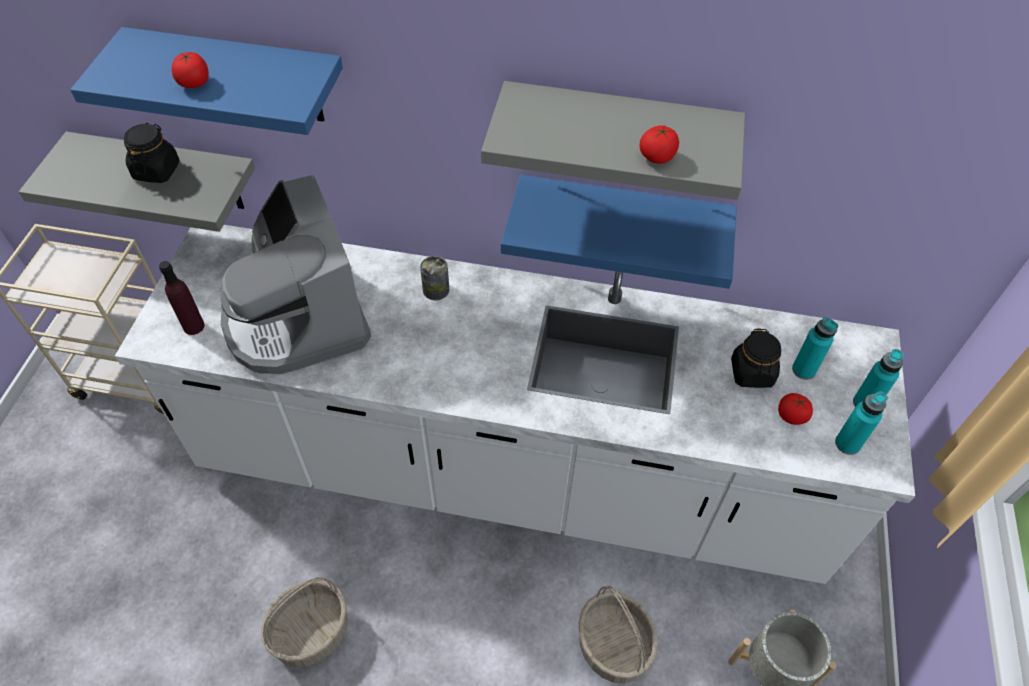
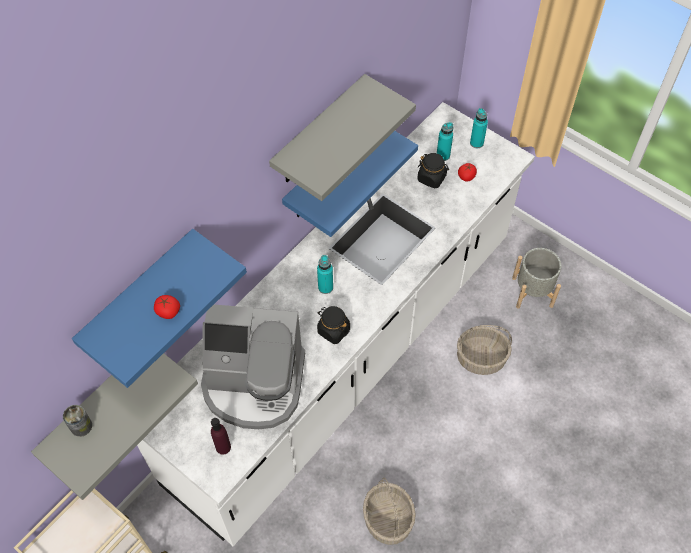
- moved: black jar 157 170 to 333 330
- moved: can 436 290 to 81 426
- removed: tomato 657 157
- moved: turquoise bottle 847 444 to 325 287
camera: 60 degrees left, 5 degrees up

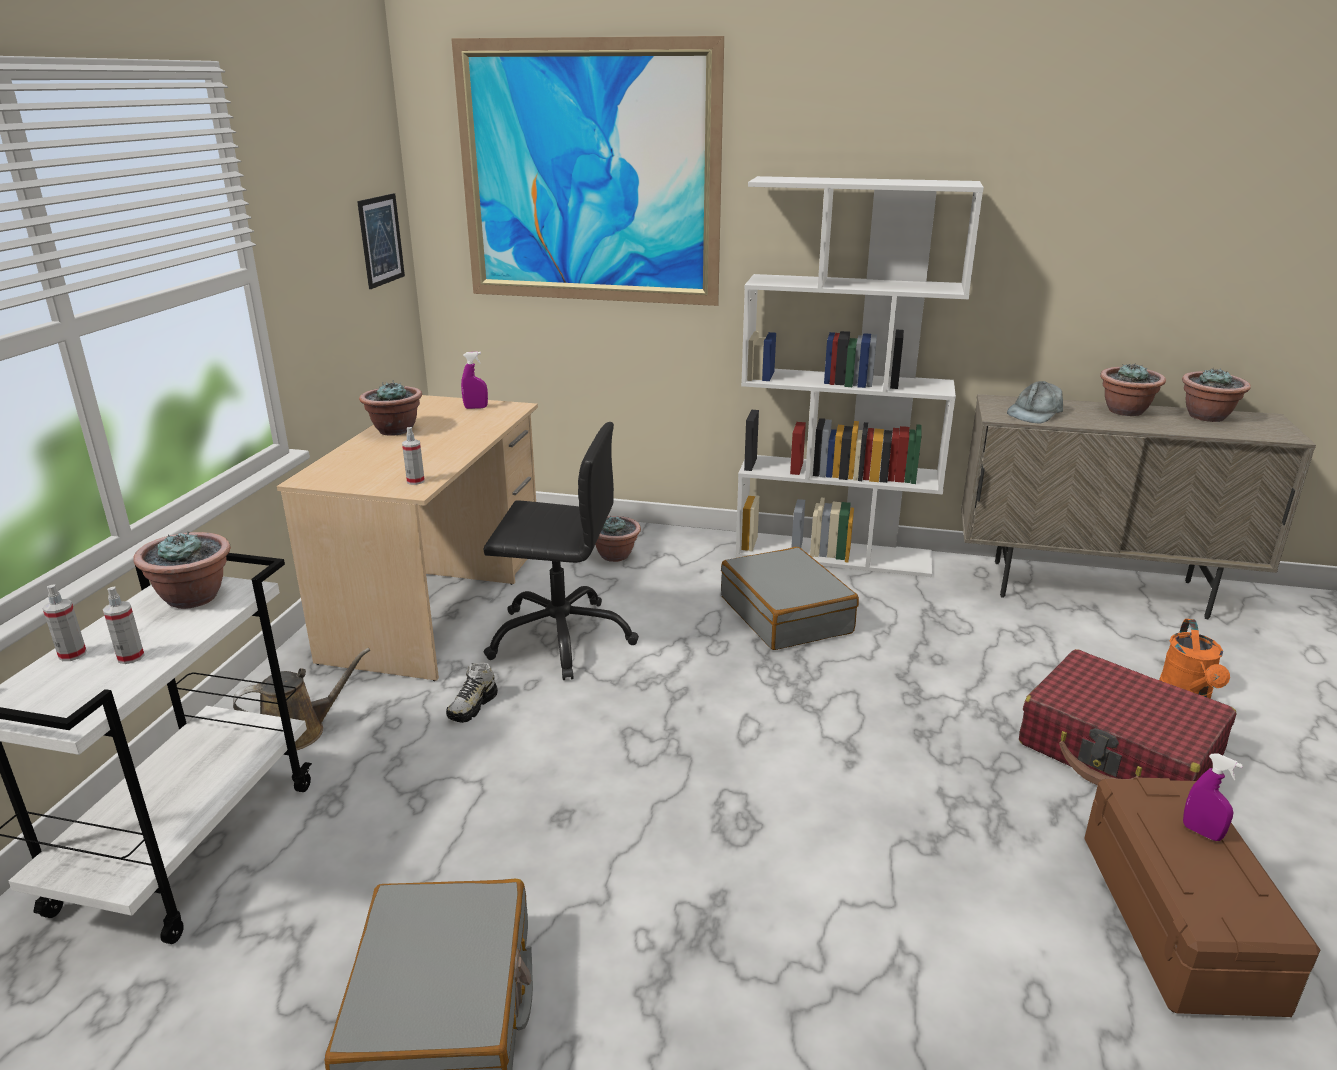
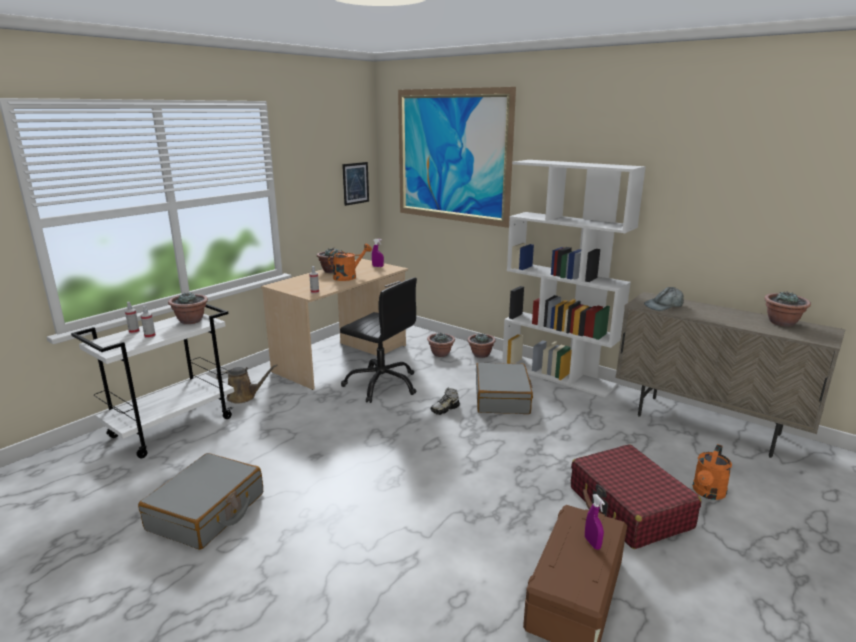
- moved: shoe 472 706 to 445 409
- moved: potted plant 1125 411 to 481 355
- added: orange watering can 348 277
camera: 25 degrees right, 5 degrees down

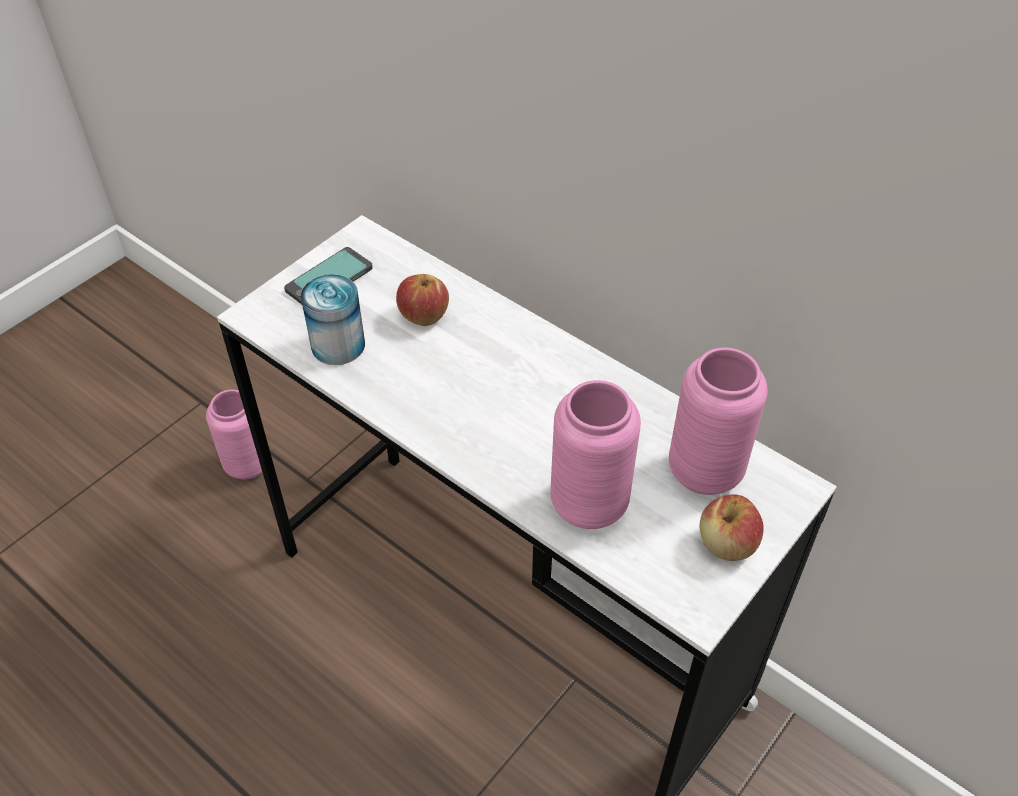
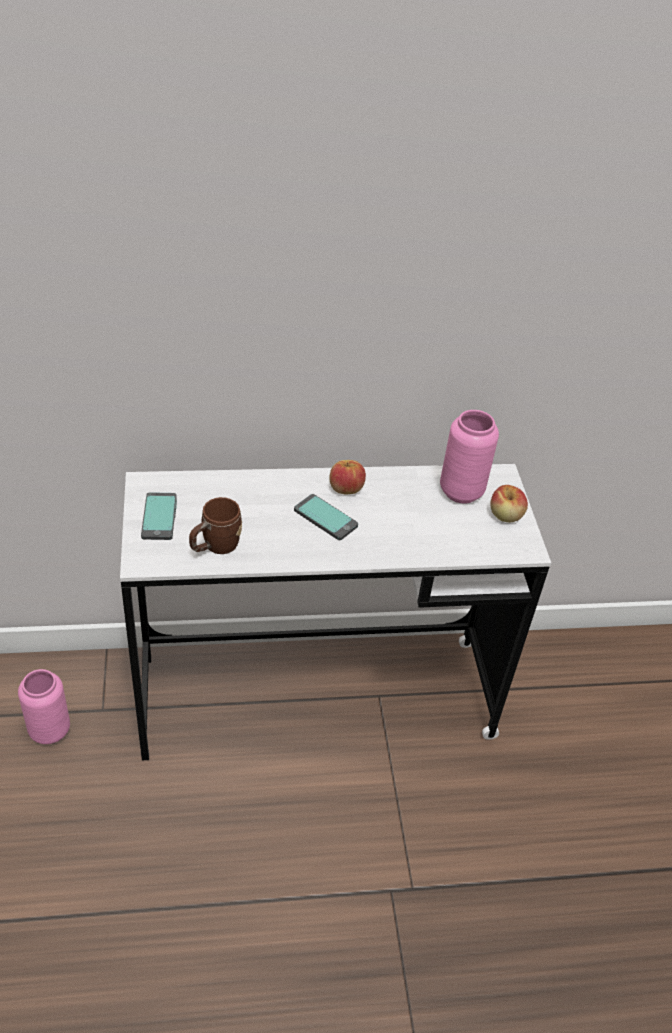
- replaced: can 338 345 to brown mug 215 547
- moved: apple 423 315 to 345 488
- removed: pink vase 589 505
- added: phone 326 518
camera: 50 degrees left, 5 degrees down

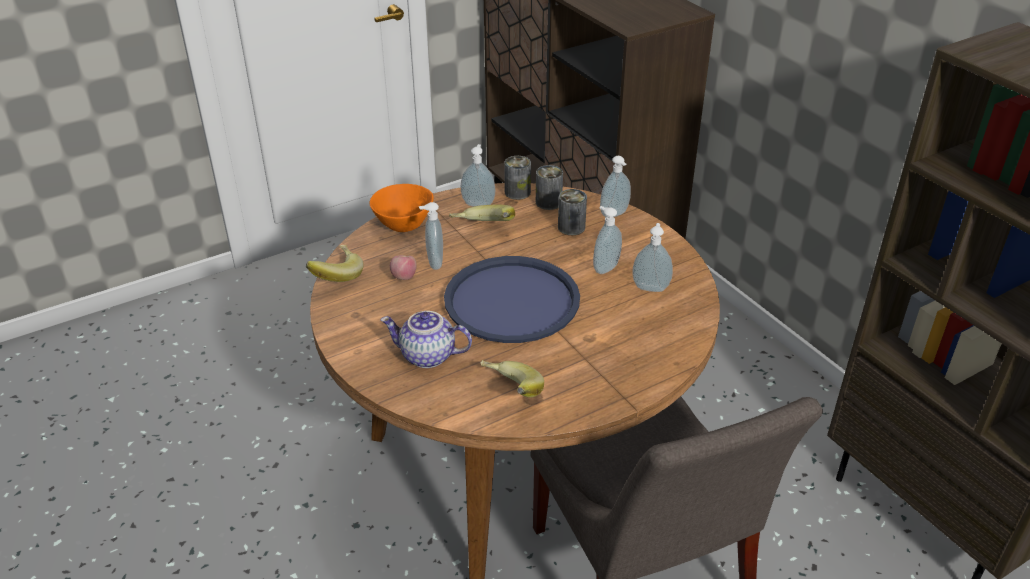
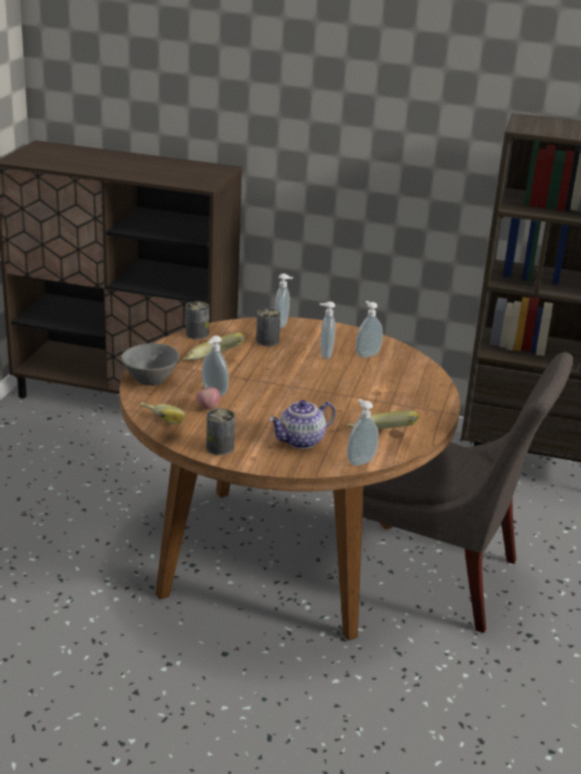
- recoloured: orange bowl 402 223 to grey bowl 149 379
- removed: blue tray 512 301
- moved: soap dispenser 478 204 to 360 461
- moved: can 548 202 to 220 447
camera: 45 degrees left, 10 degrees down

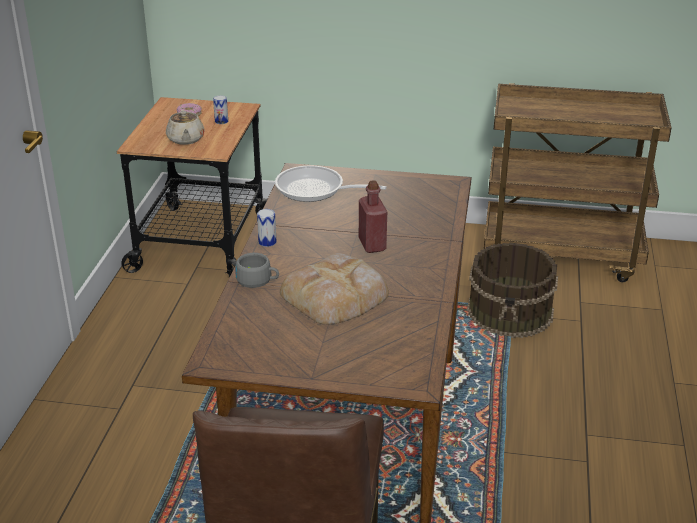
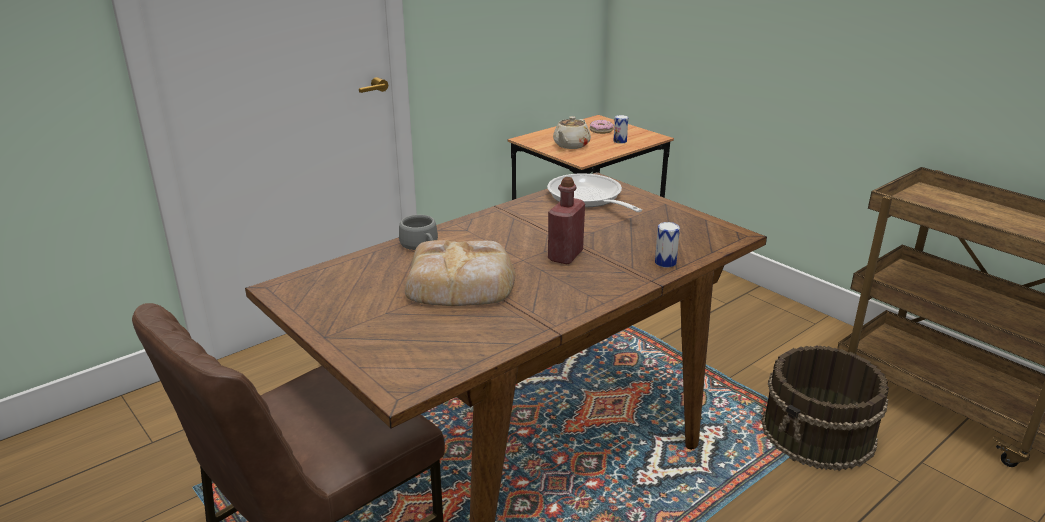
- moved: can 267 242 to 665 262
camera: 40 degrees right, 5 degrees down

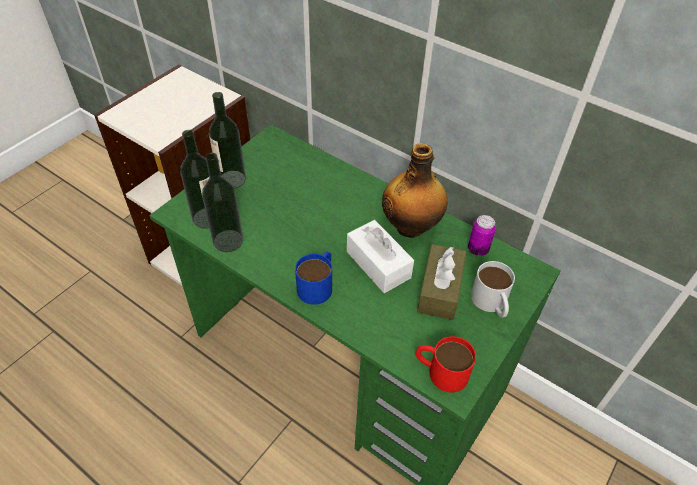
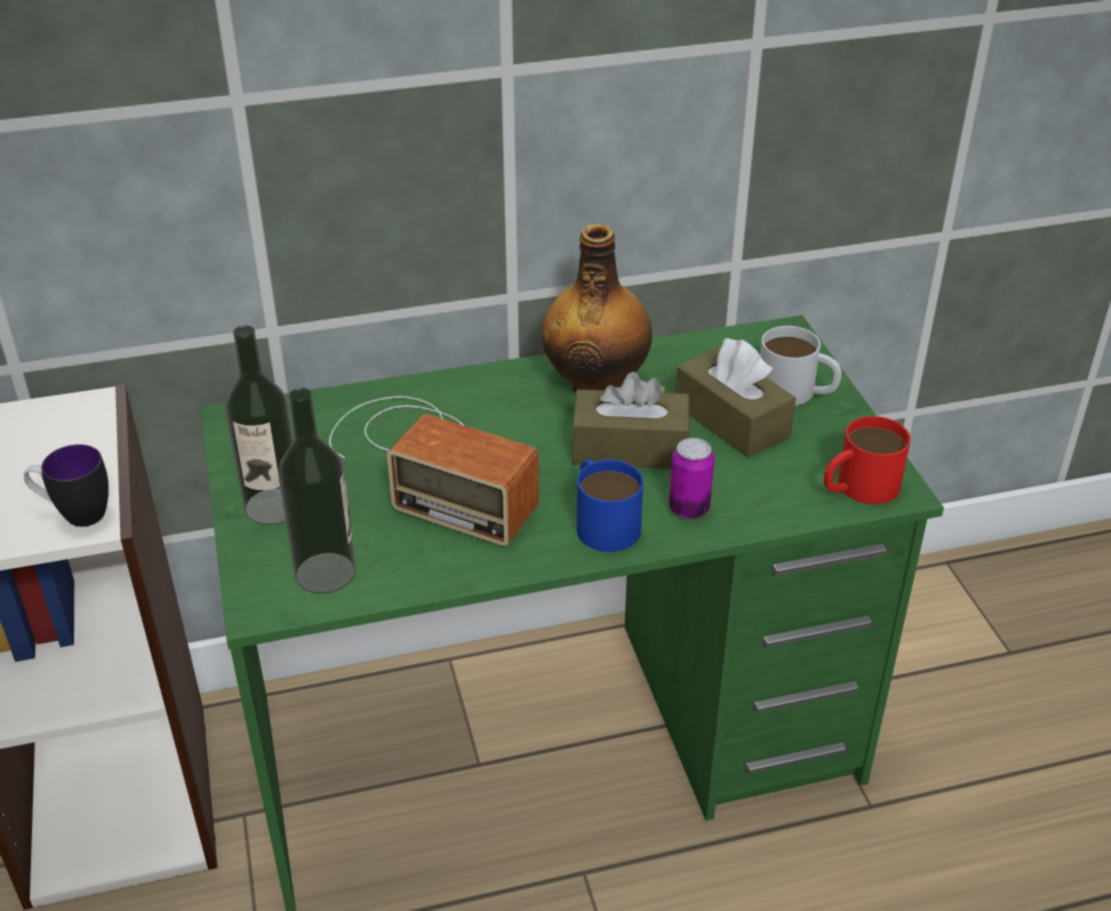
- removed: bottle 228 241
- recoloured: white tissue box 378 264 to brown tissue box 630 448
- moved: can 478 249 to 689 509
- added: mug 75 514
- added: radio 429 464
camera: 50 degrees left, 10 degrees down

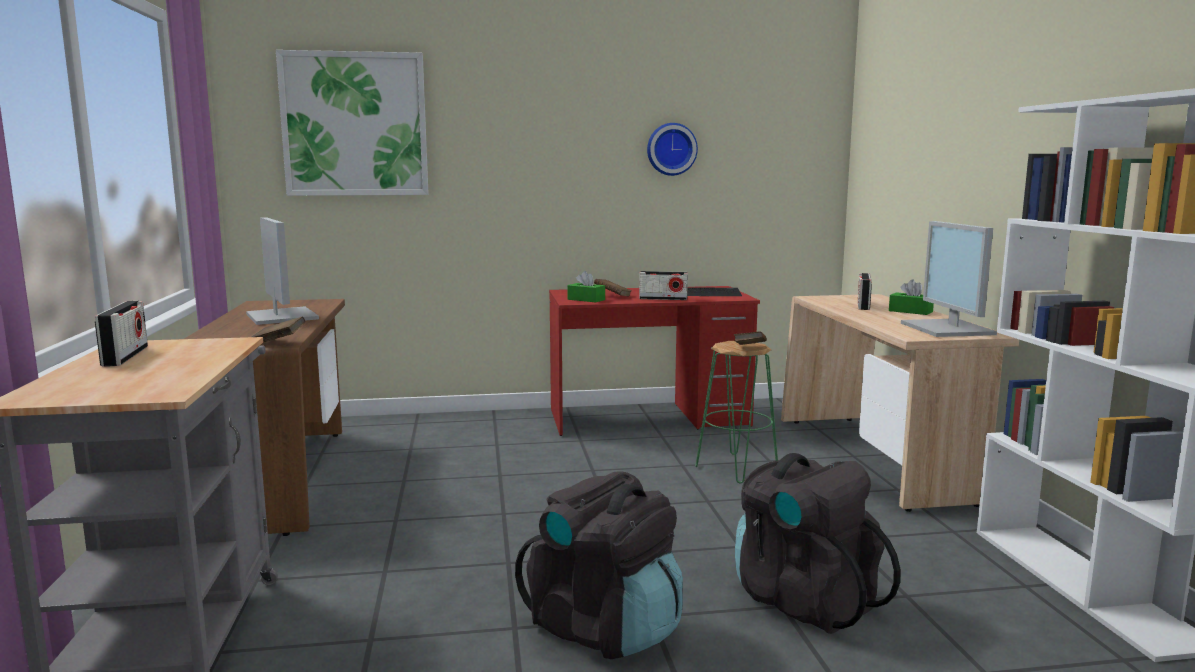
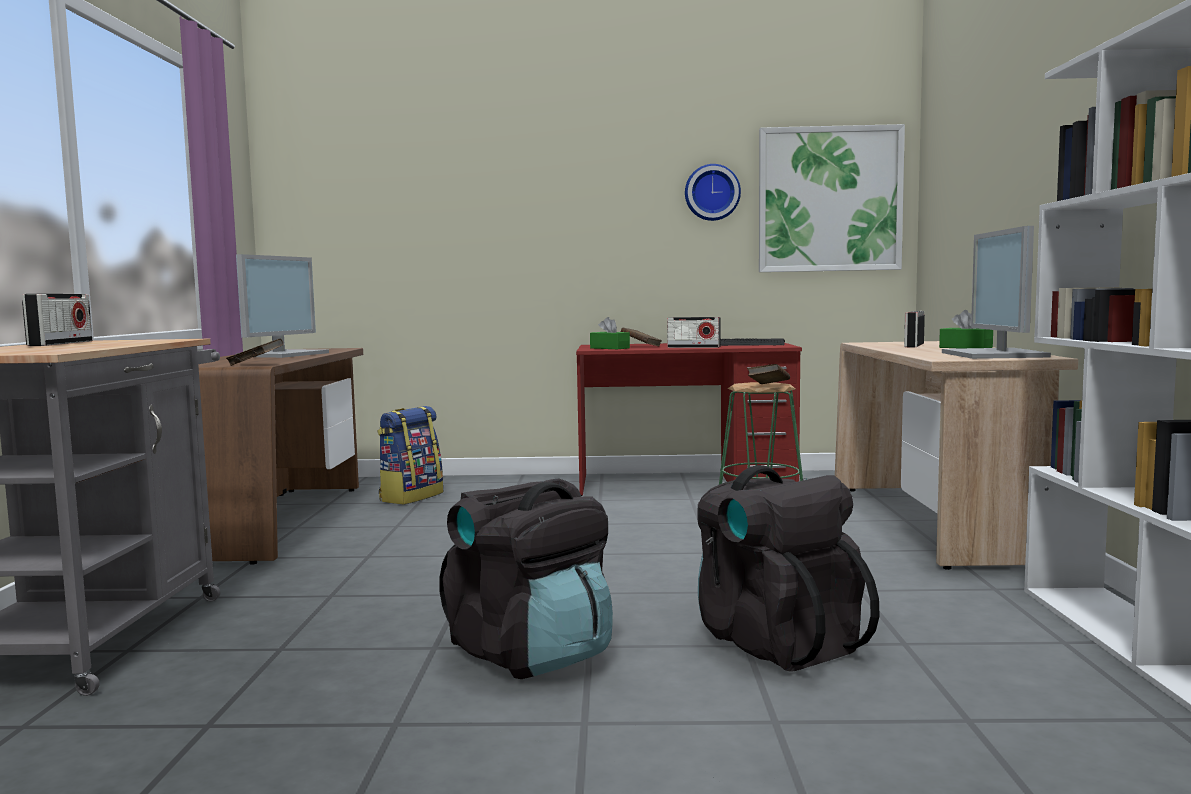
- turned: monitor 280 316 = 283 354 45 degrees clockwise
- moved: picture 355 124 to 829 199
- added: backpack 411 497
camera: 10 degrees right, 5 degrees down

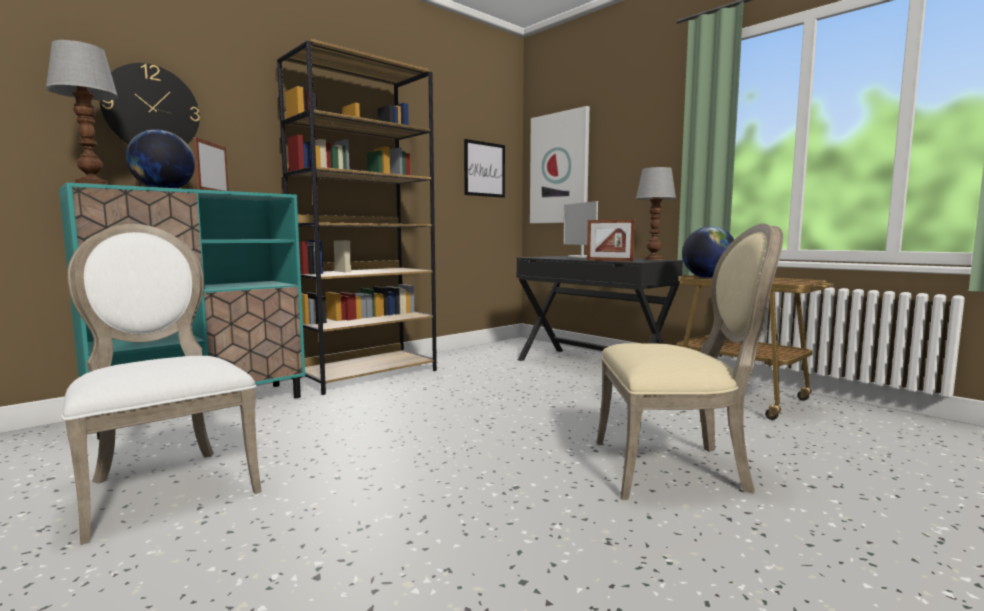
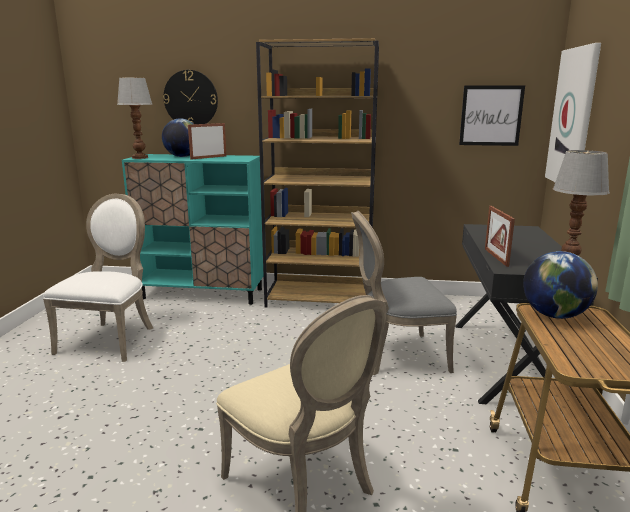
- removed: monitor 581 257
- added: grey chair 397 356
camera: 50 degrees right, 10 degrees up

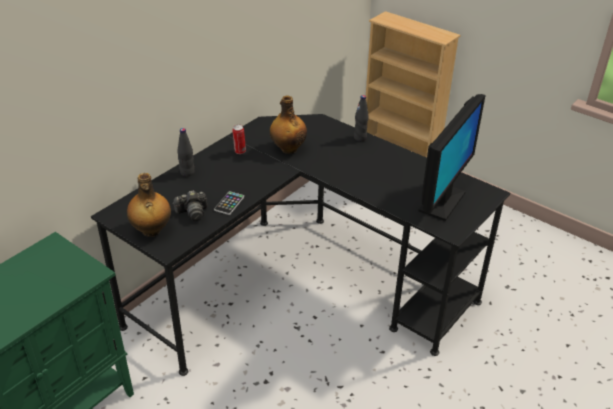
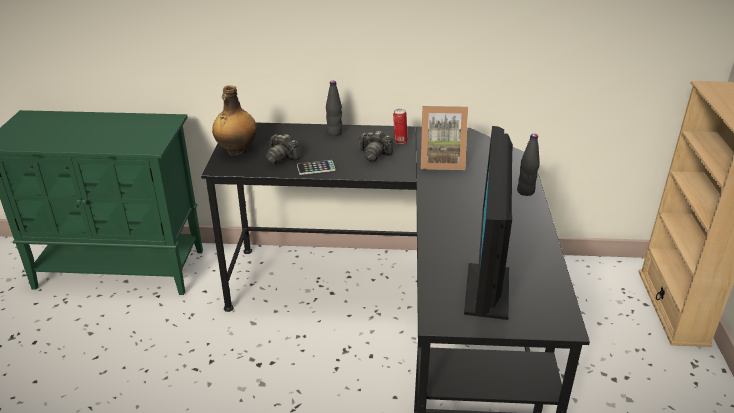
- replaced: bottle 288 149 to picture frame 441 161
- turned: monitor 441 202 = 487 290 105 degrees clockwise
- added: photo camera 374 154
camera: 55 degrees right, 5 degrees down

